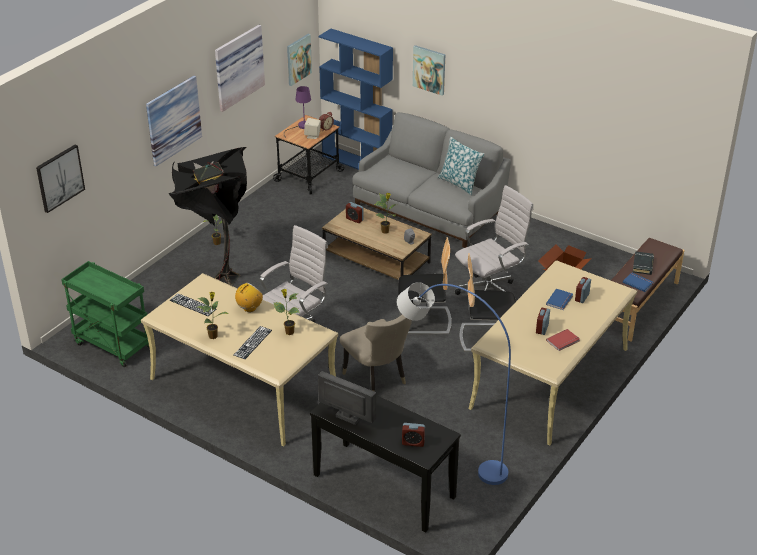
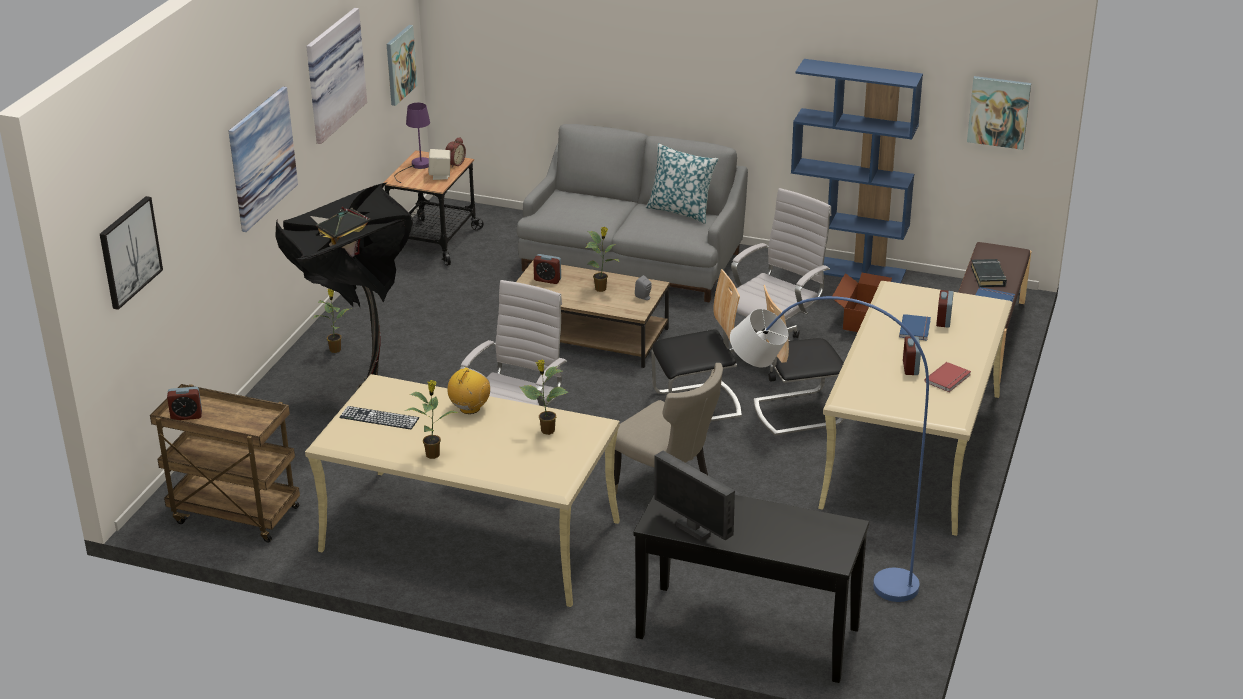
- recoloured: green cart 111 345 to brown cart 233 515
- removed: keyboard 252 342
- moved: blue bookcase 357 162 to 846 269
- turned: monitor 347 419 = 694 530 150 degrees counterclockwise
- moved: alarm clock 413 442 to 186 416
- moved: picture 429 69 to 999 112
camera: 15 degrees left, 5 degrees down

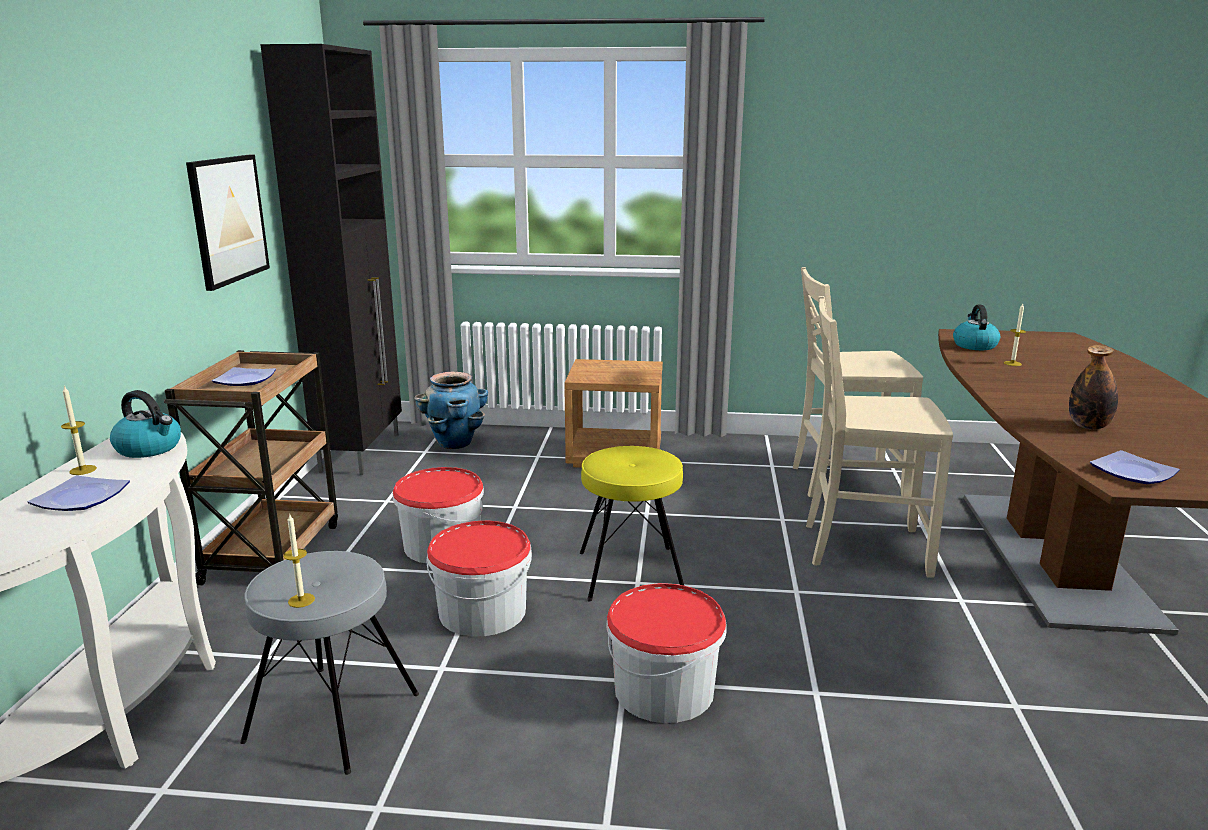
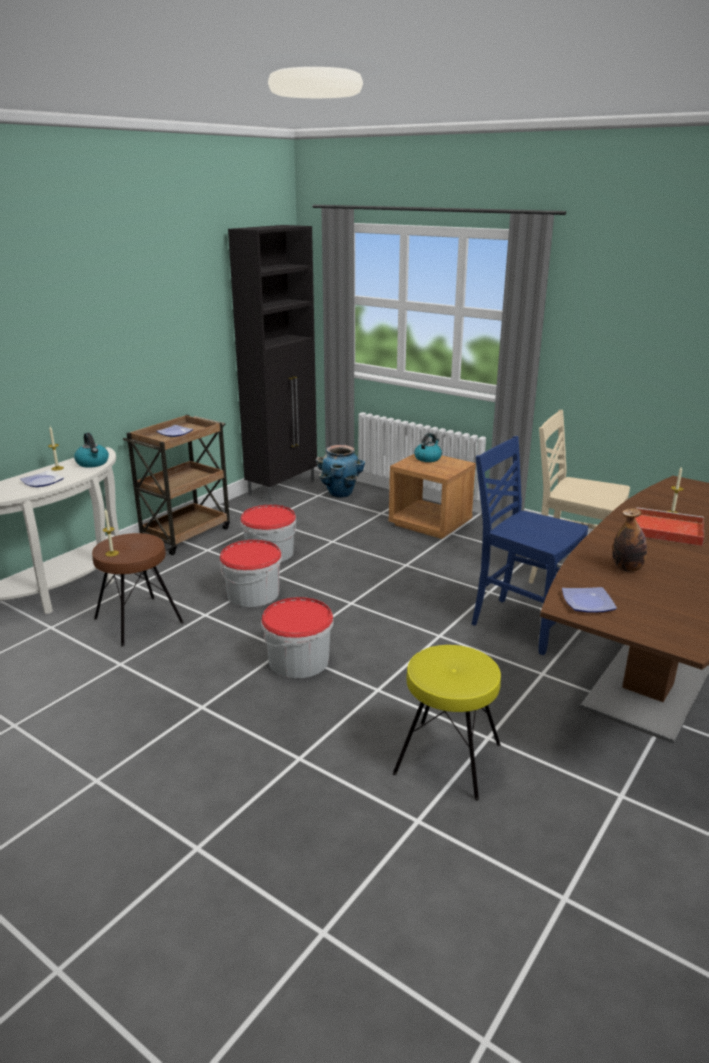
- removed: picture 228 219
- recoloured: grey stool 332 716 to brown stool 138 620
- moved: yellow stool 631 572 to 448 758
- recoloured: beige chair 862 548 to blue chair 520 624
- moved: kettle 974 345 to 428 458
- added: red tray 665 530
camera: 30 degrees right, 5 degrees up

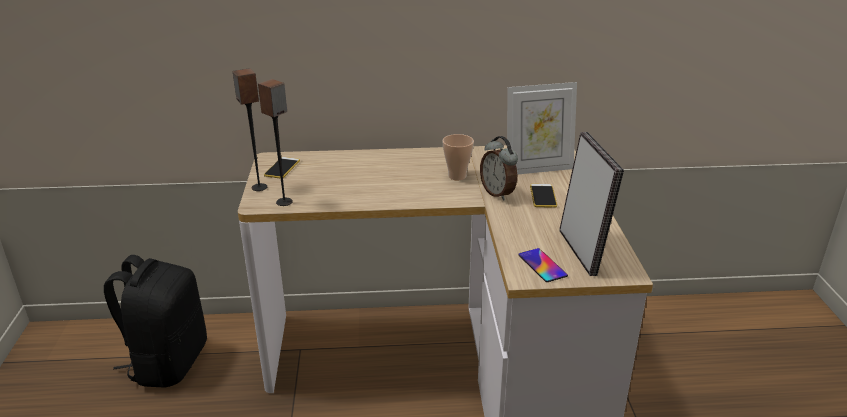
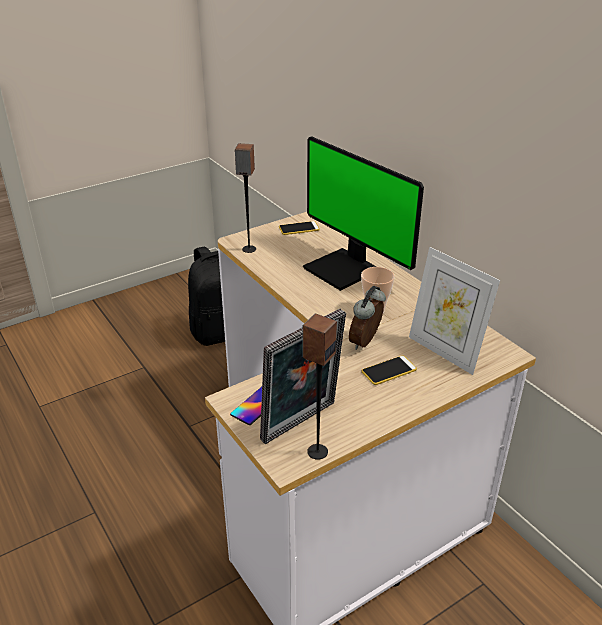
- moved: speaker 259 187 to 317 451
- added: monitor 344 269
camera: 60 degrees right, 5 degrees up

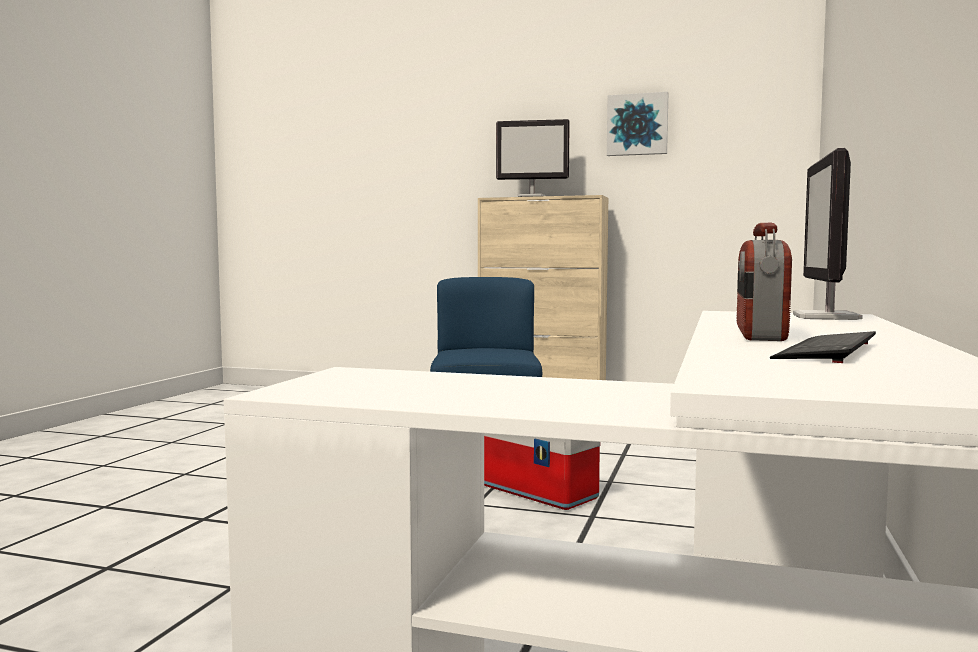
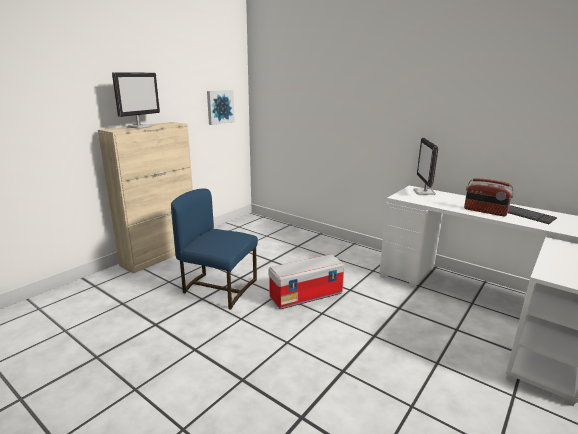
- moved: picture 637 125 to 219 107
- turned: monitor 826 317 = 424 192 60 degrees clockwise
camera: 70 degrees left, 15 degrees up

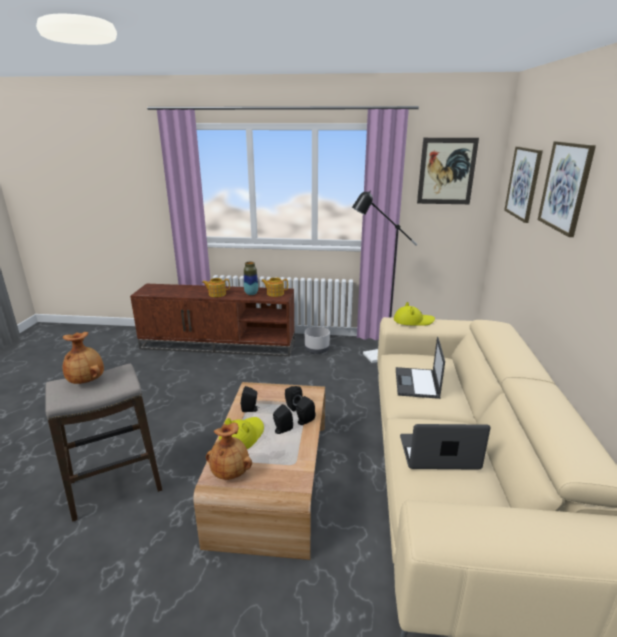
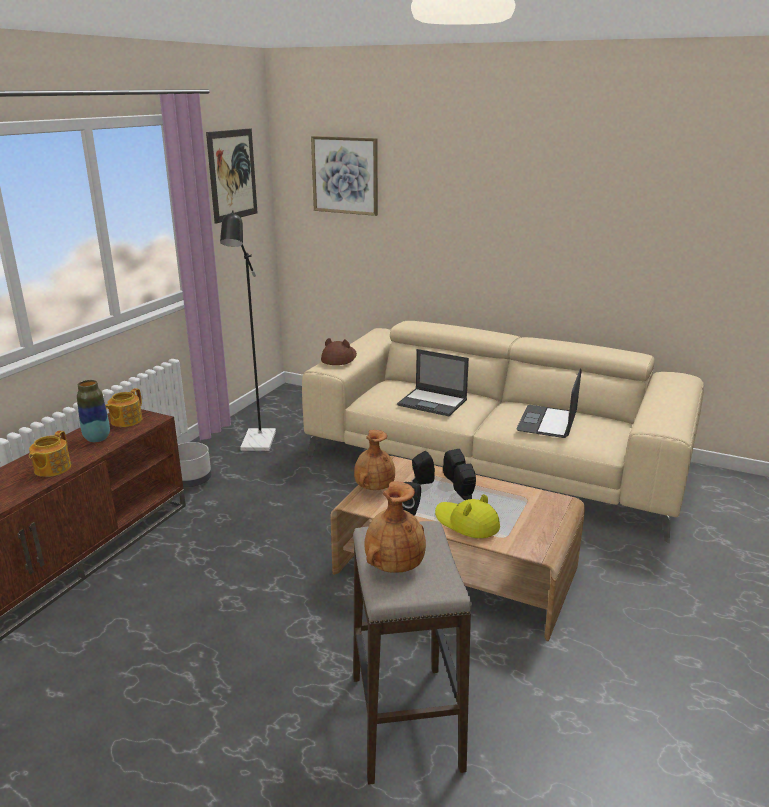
- moved: brown vase 230 472 to 374 488
- recoloured: yellow hat 413 321 to brown hat 339 358
- removed: picture 565 187
camera: 70 degrees left, 0 degrees up

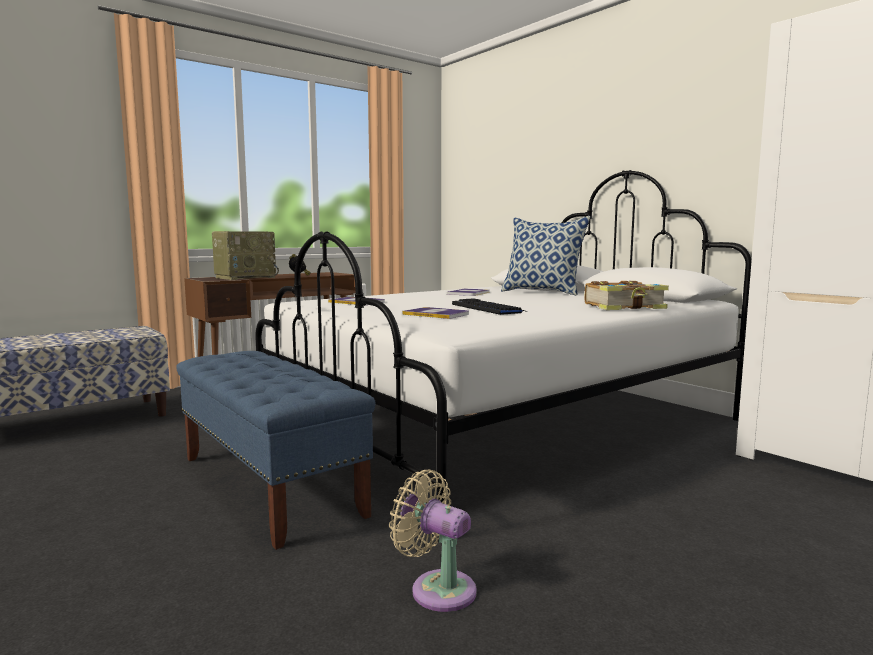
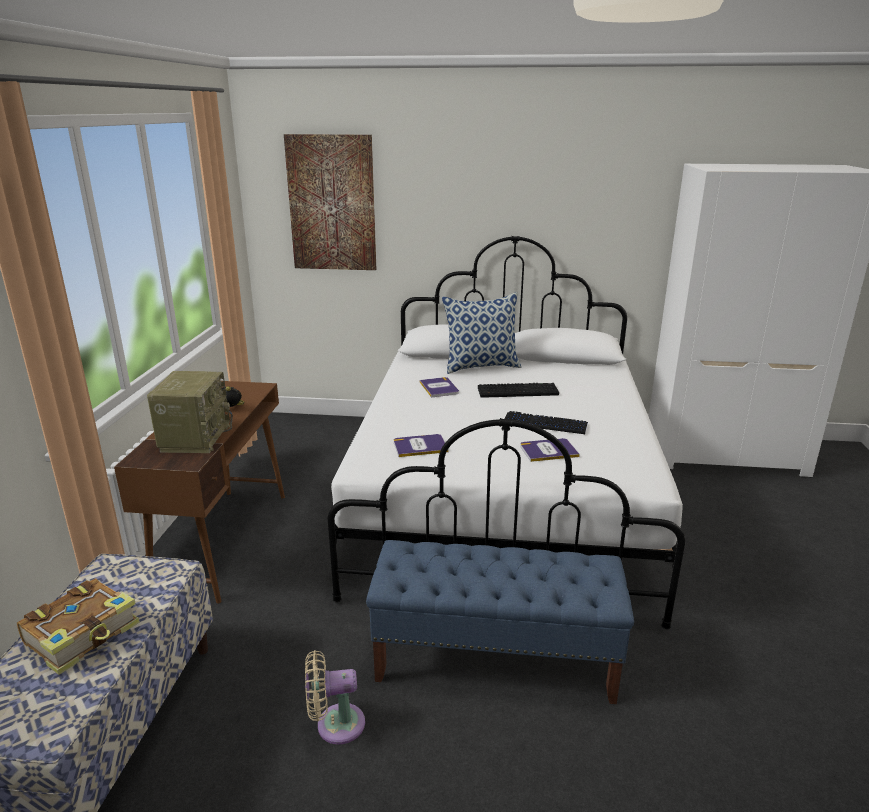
- moved: beige fan 437 588 to 335 724
- moved: book 625 307 to 84 634
- added: picture 332 203
- added: keyboard 518 391
camera: 45 degrees left, 15 degrees up

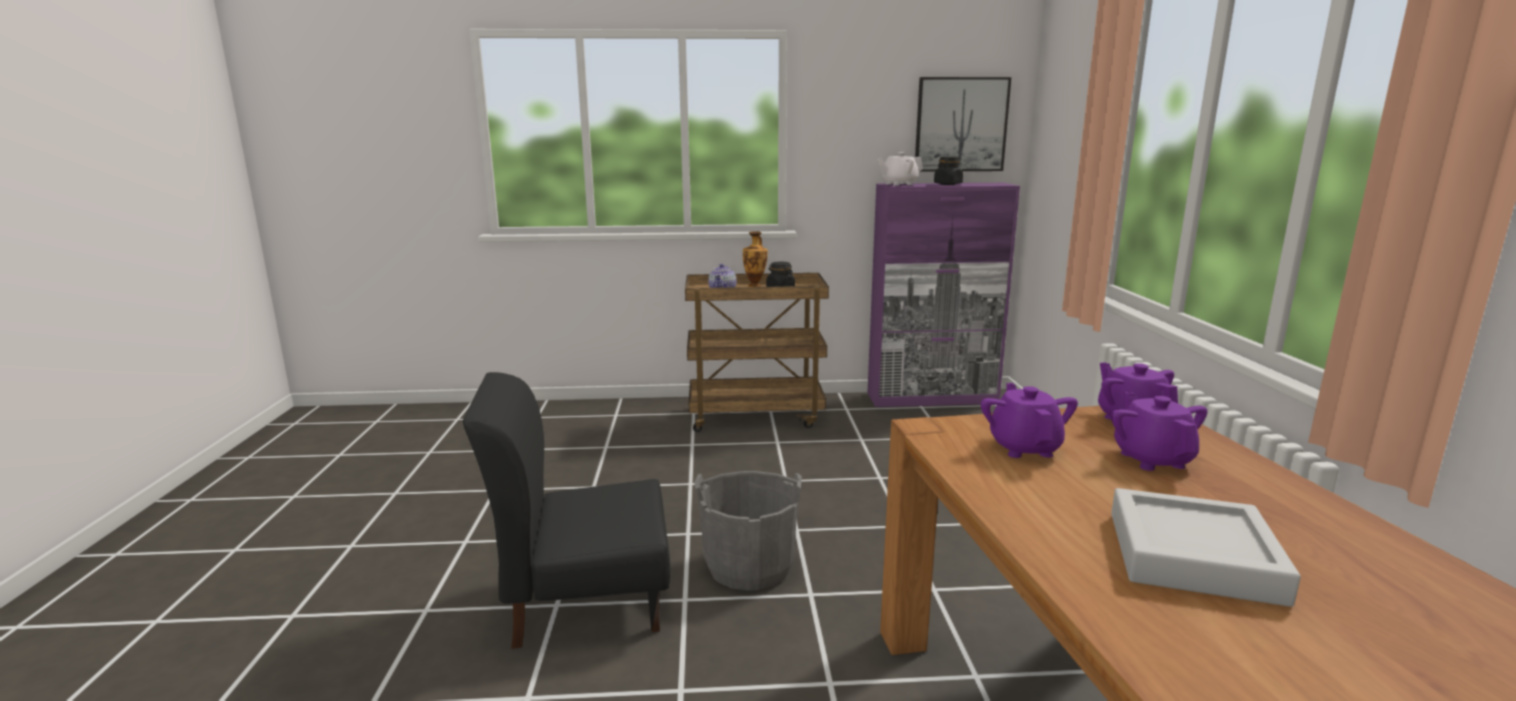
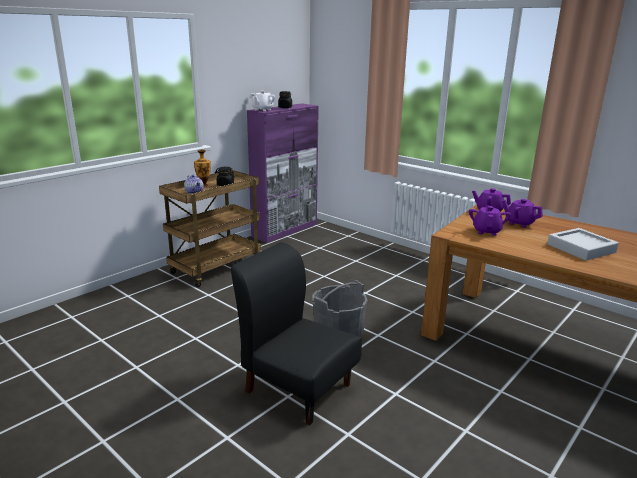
- turned: black chair 585 600 = 297 387 90 degrees clockwise
- removed: picture 960 125
- turned: purple teapot 1024 448 = 486 231 60 degrees clockwise
camera: 45 degrees left, 5 degrees up

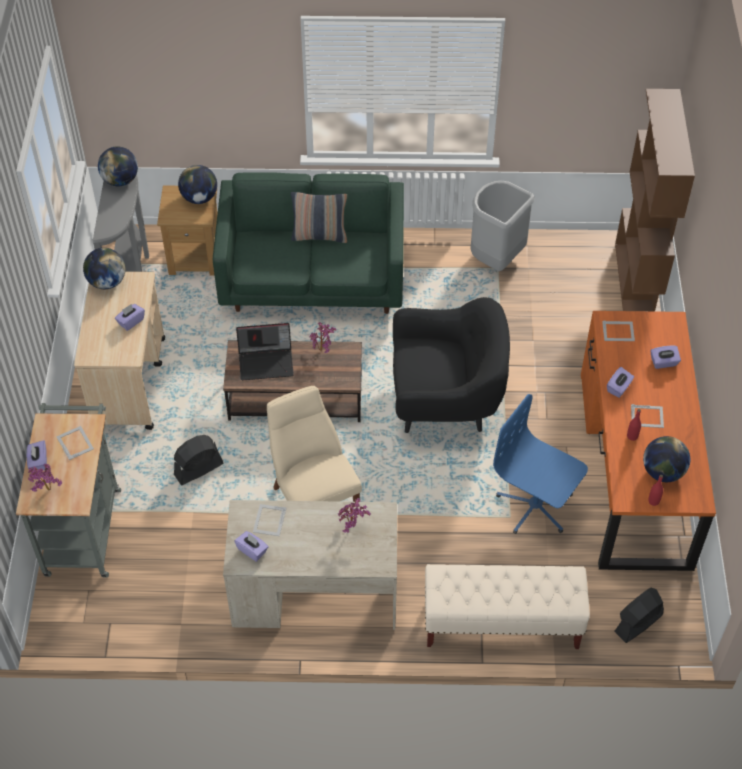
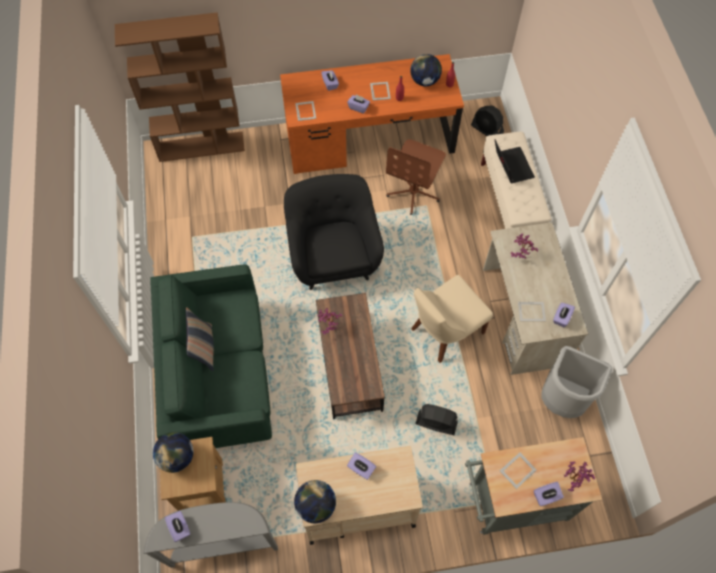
- replaced: globe 120 180 to purple tissue box 180 528
- turned: black fan 198 469 = 436 423 150 degrees clockwise
- moved: laptop 266 361 to 511 166
- moved: grey trash can 496 259 to 562 400
- recoloured: blue office chair 535 506 to brown office chair 414 192
camera: 100 degrees left, 10 degrees up

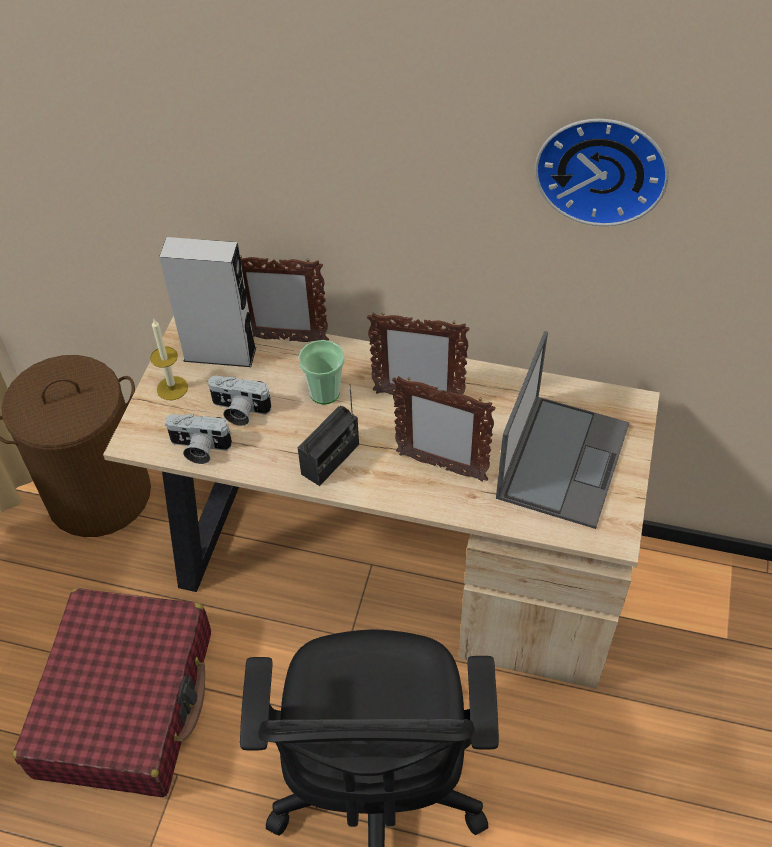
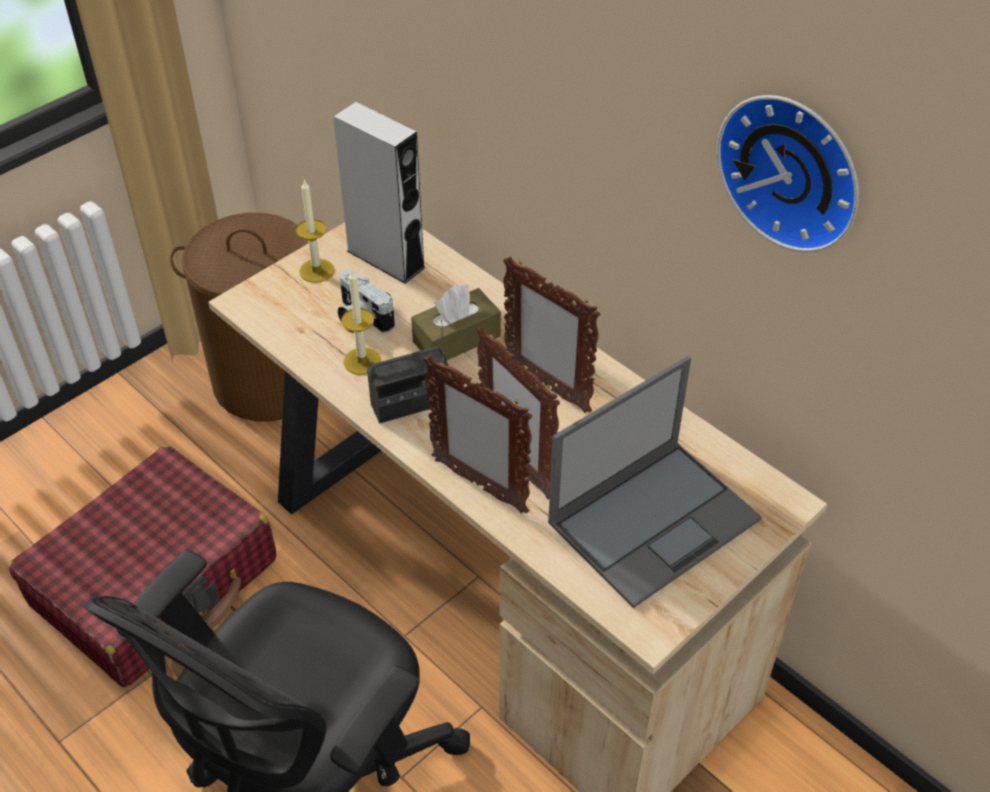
- removed: photo camera 199 448
- moved: picture frame 284 339 to 478 485
- replaced: cup 324 393 to brown tissue box 456 339
- added: candle 362 361
camera: 30 degrees right, 5 degrees down

